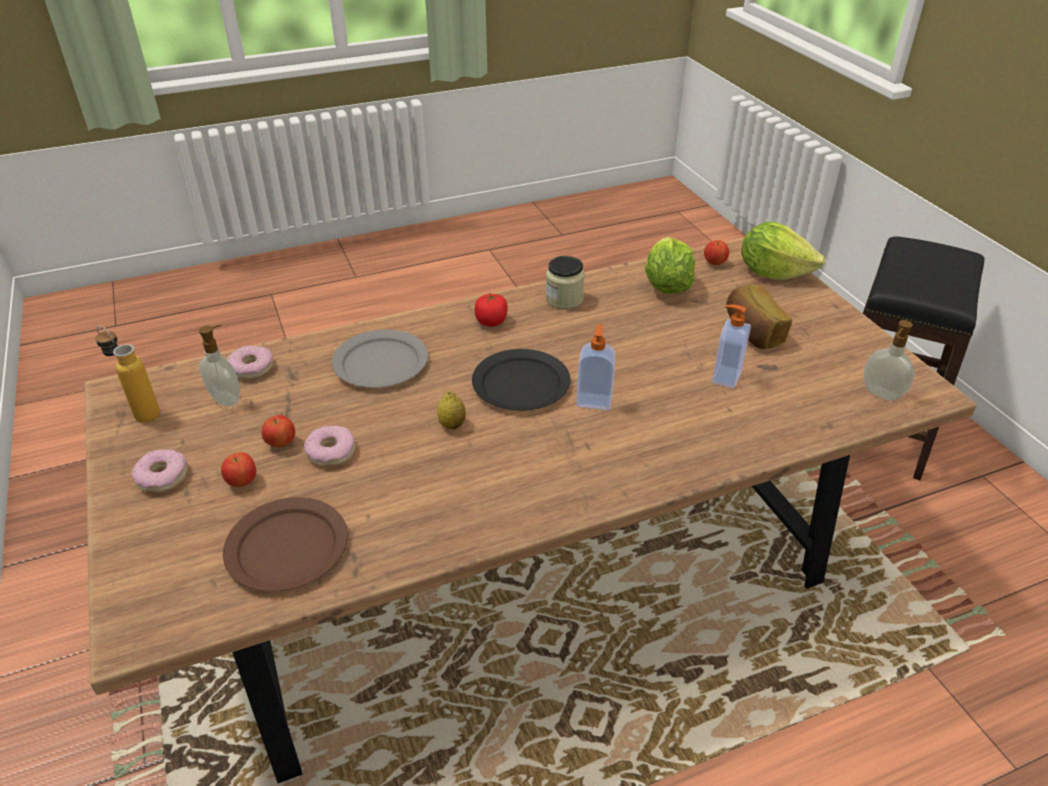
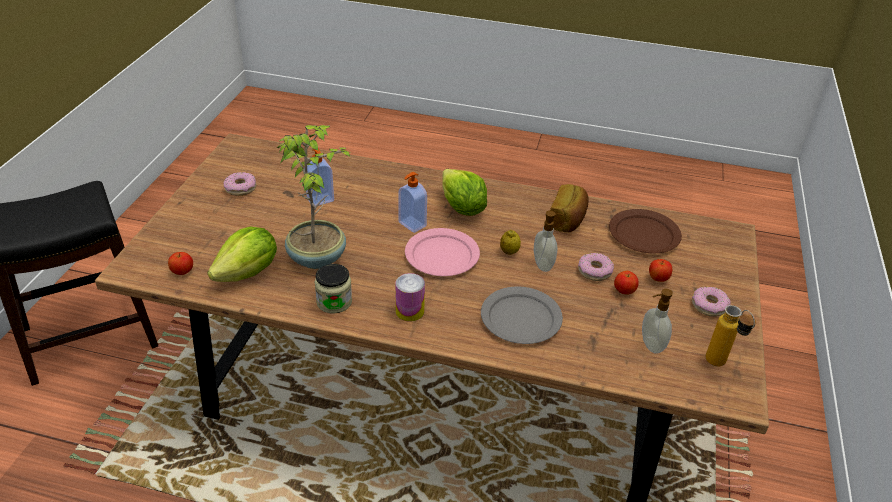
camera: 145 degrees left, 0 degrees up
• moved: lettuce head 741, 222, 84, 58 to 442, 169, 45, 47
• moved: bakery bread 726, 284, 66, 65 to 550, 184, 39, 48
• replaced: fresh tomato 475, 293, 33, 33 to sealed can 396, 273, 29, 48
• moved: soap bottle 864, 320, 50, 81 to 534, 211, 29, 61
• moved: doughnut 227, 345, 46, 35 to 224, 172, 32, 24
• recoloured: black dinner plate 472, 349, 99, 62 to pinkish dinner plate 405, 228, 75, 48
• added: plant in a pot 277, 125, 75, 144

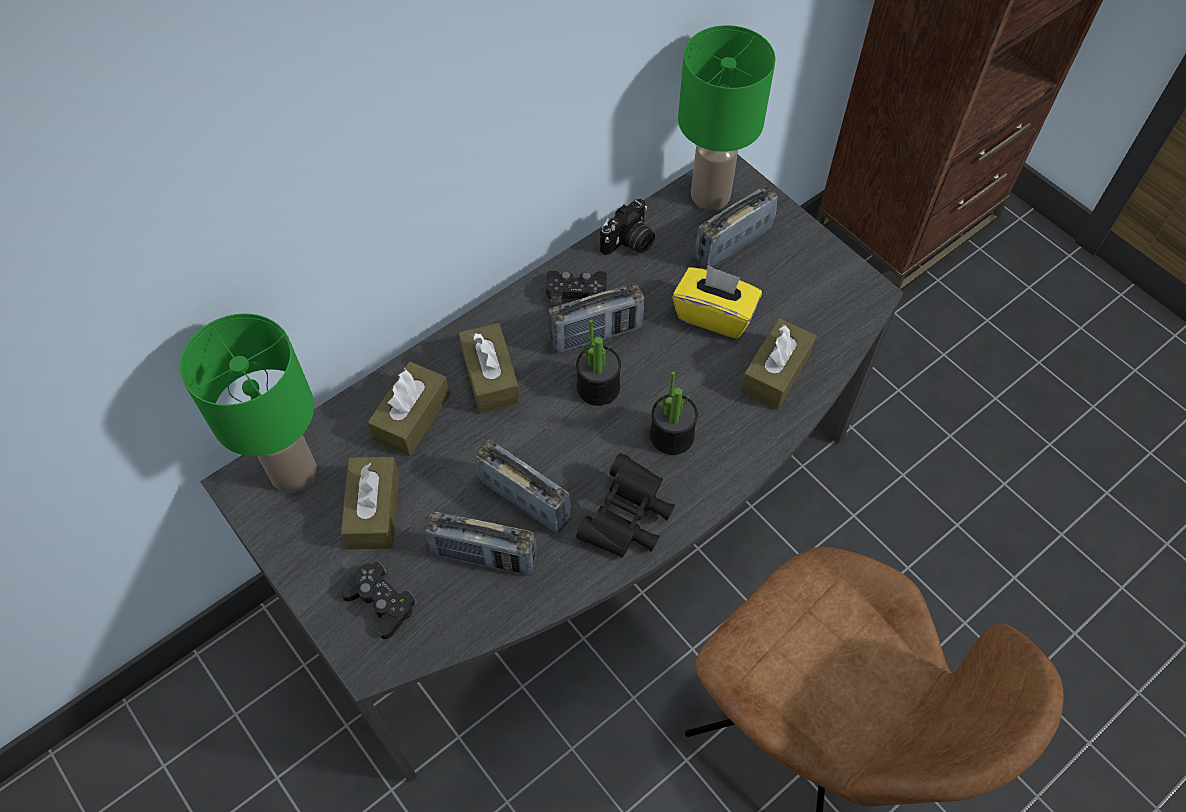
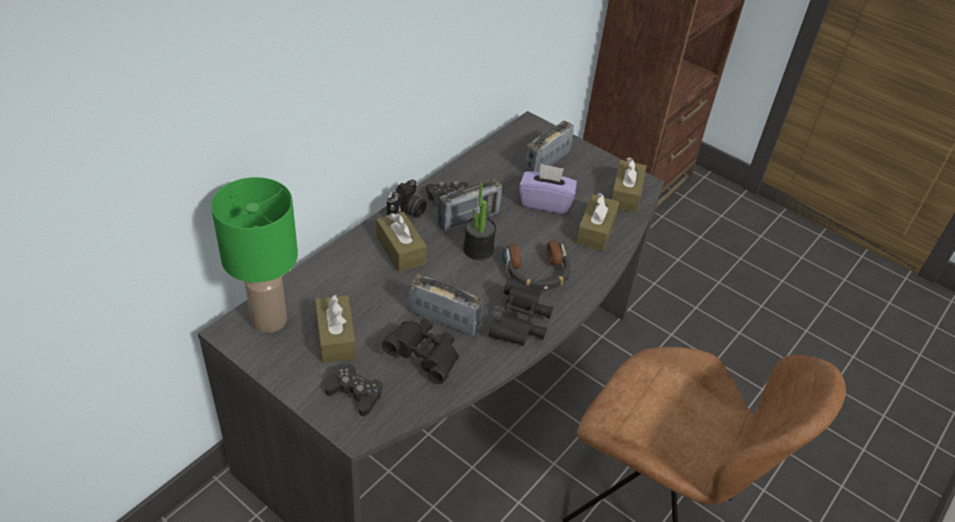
camera: 15 degrees left, 15 degrees down
• removed: green-coloured tabletop lamp 678, 25, 97, 185
• moved: photo camera 600, 199, 55, 56 to 387, 180, 40, 37
• recoloured: yellowish tissue holder 672, 265, 90, 74 to purple-coloured tissue holder 519, 163, 58, 51
• moved: brown tissue holder 368, 362, 82, 94 to 611, 157, 36, 56
• replaced: plant in a pot 650, 371, 48, 84 to headset 502, 240, 69, 50
• replaced: radio set 425, 512, 112, 64 to black binoculars 382, 319, 77, 65

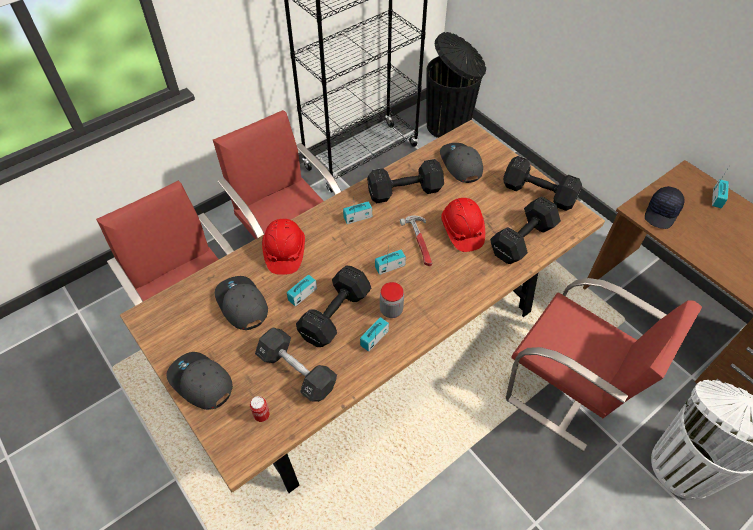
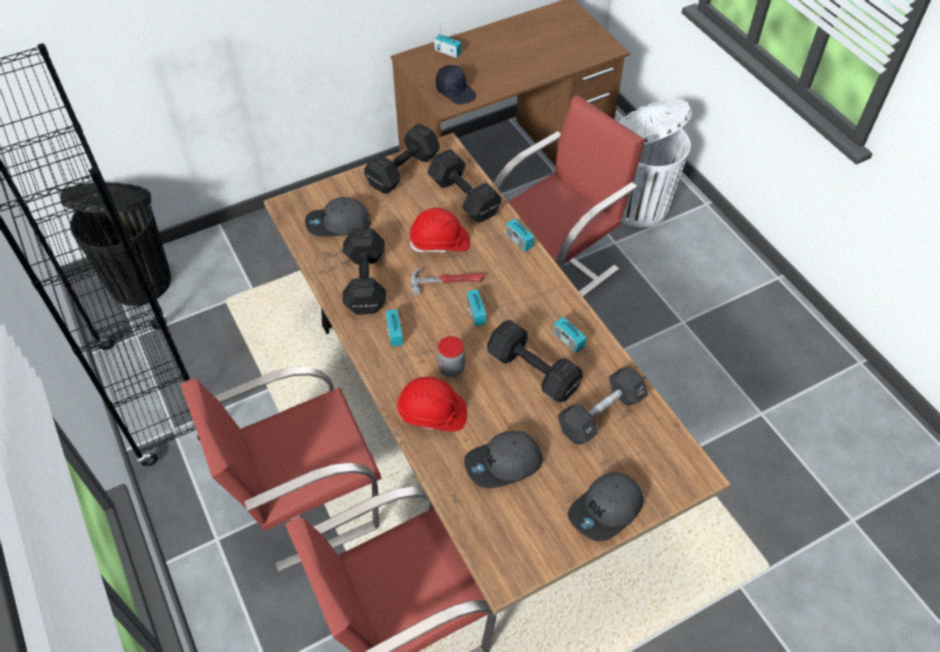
camera: 80 degrees left, 0 degrees up
• moved: radio set 287, 275, 30, 31 to 506, 209, 28, 43
• moved: storage jar 380, 282, 24, 36 to 437, 336, 28, 41
• removed: sealed can 250, 396, 20, 26

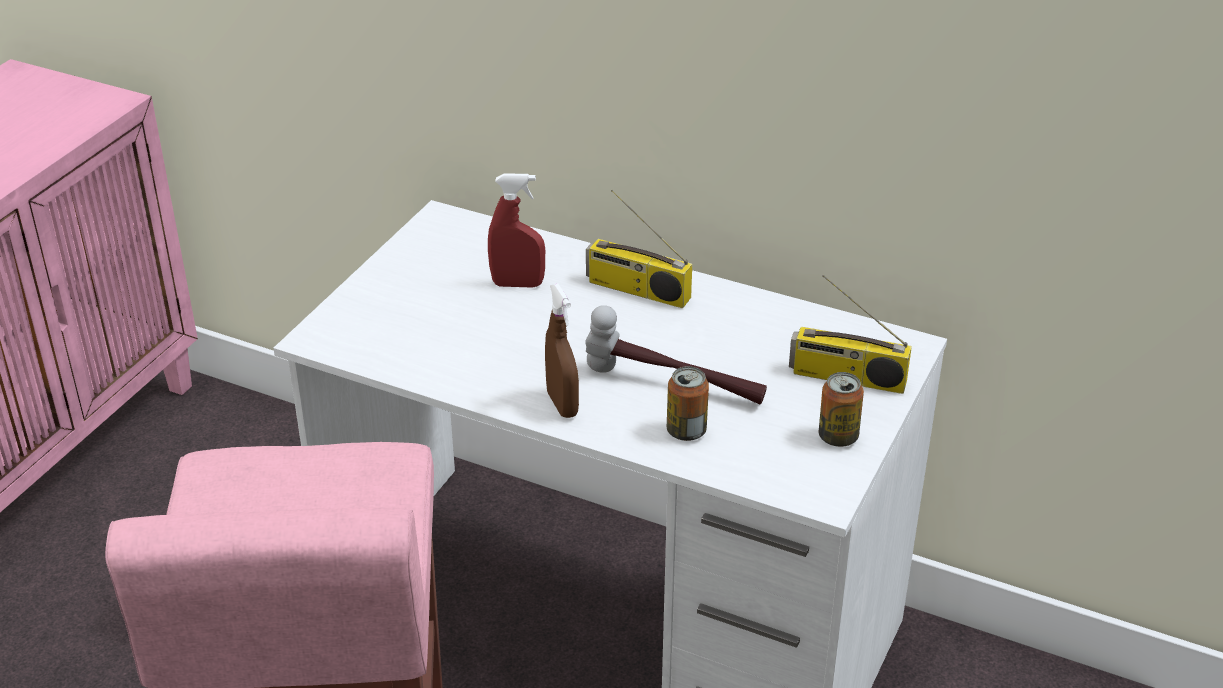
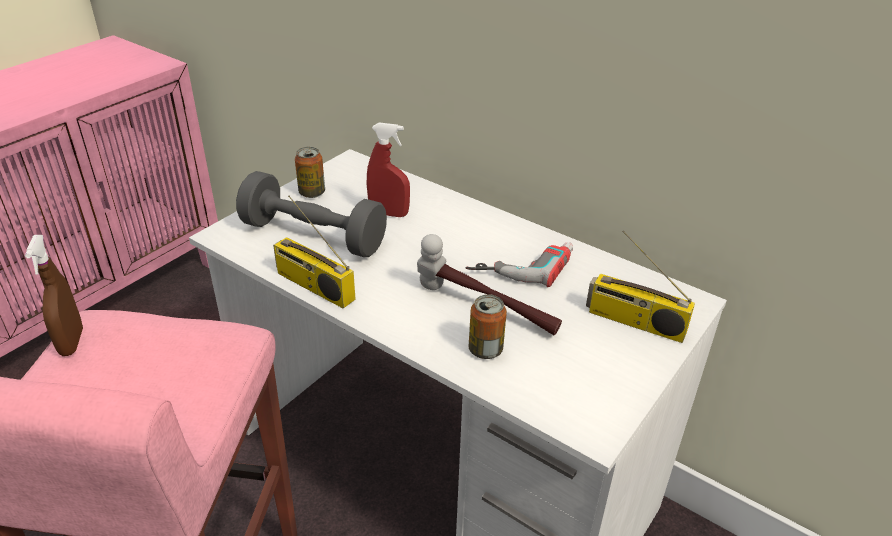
camera: 10 degrees right, 0 degrees up
• moved: radio set 586, 190, 106, 118 to 273, 195, 83, 114
• moved: brown sprayer 545, 284, 34, 134 to 25, 235, 58, 121
• moved: sealed can 819, 372, 45, 75 to 295, 147, 30, 51
• added: grey free weight 236, 171, 151, 86
• added: electric drill 466, 242, 107, 45

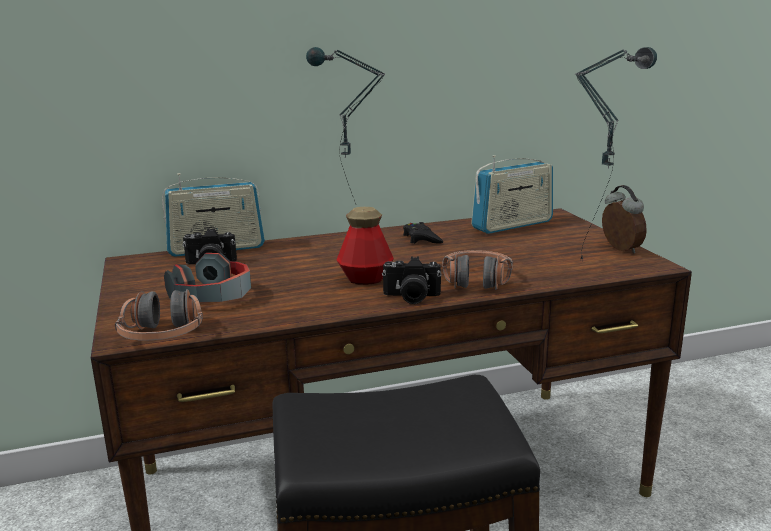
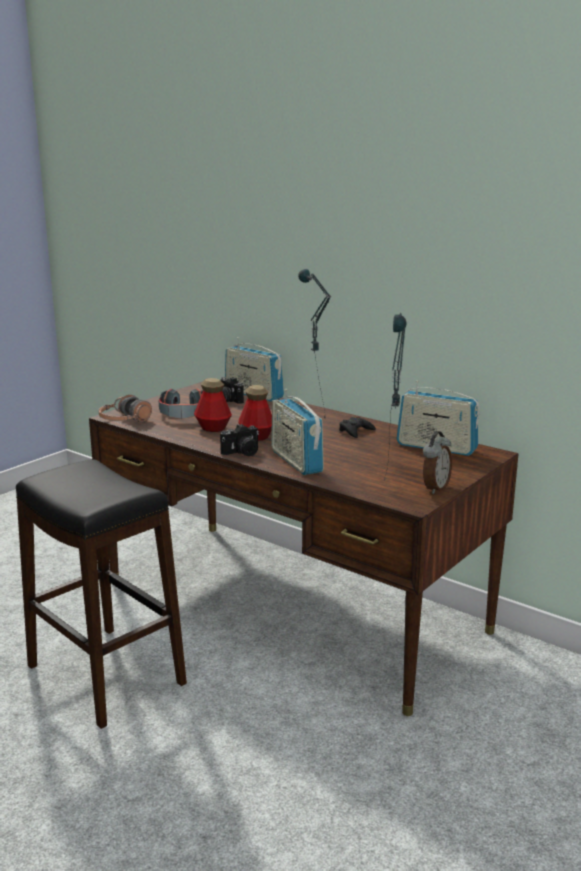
camera: 55 degrees right, 0 degrees up
• replaced: headset 442, 250, 71, 40 to radio set 271, 389, 53, 86
• turned: photo camera 382, 256, 59, 48 = 220, 424, 39, 32 90 degrees counterclockwise
• added: beverage bottle 194, 378, 38, 54

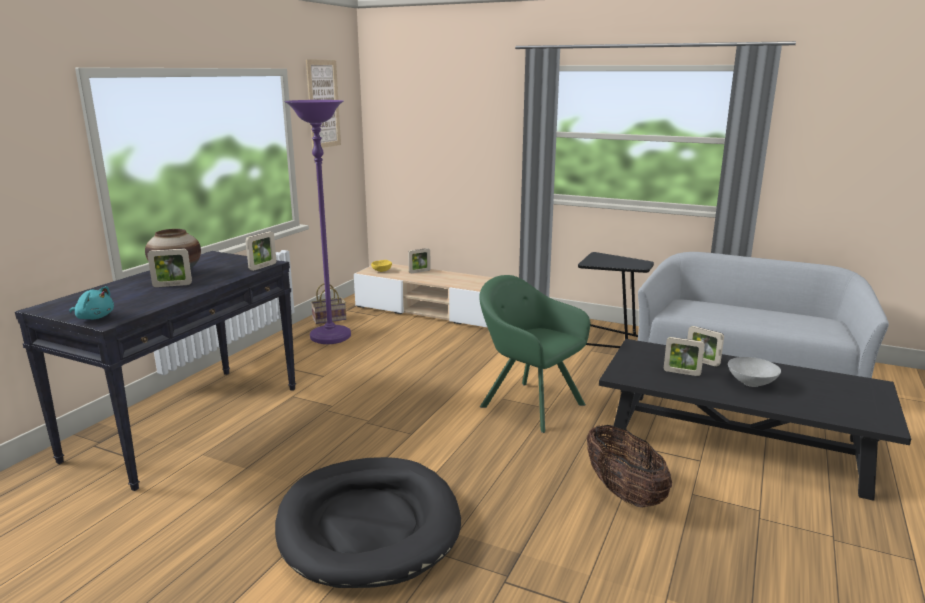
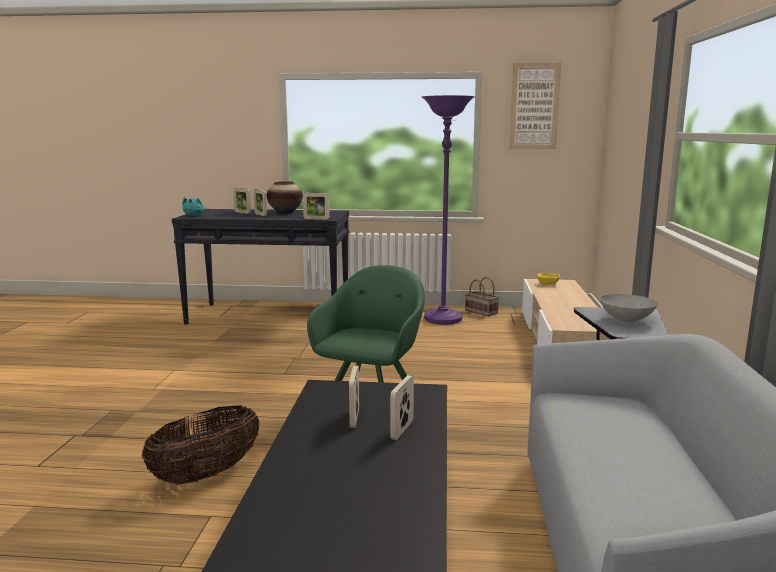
camera: 70 degrees right, 5 degrees down
• moved: standing frame 408, 248, 23, 25 to 233, 188, 18, 26
• moved: grey deep dish 728, 357, 53, 30 to 600, 294, 58, 29
• removed: black dog bed 275, 457, 186, 131

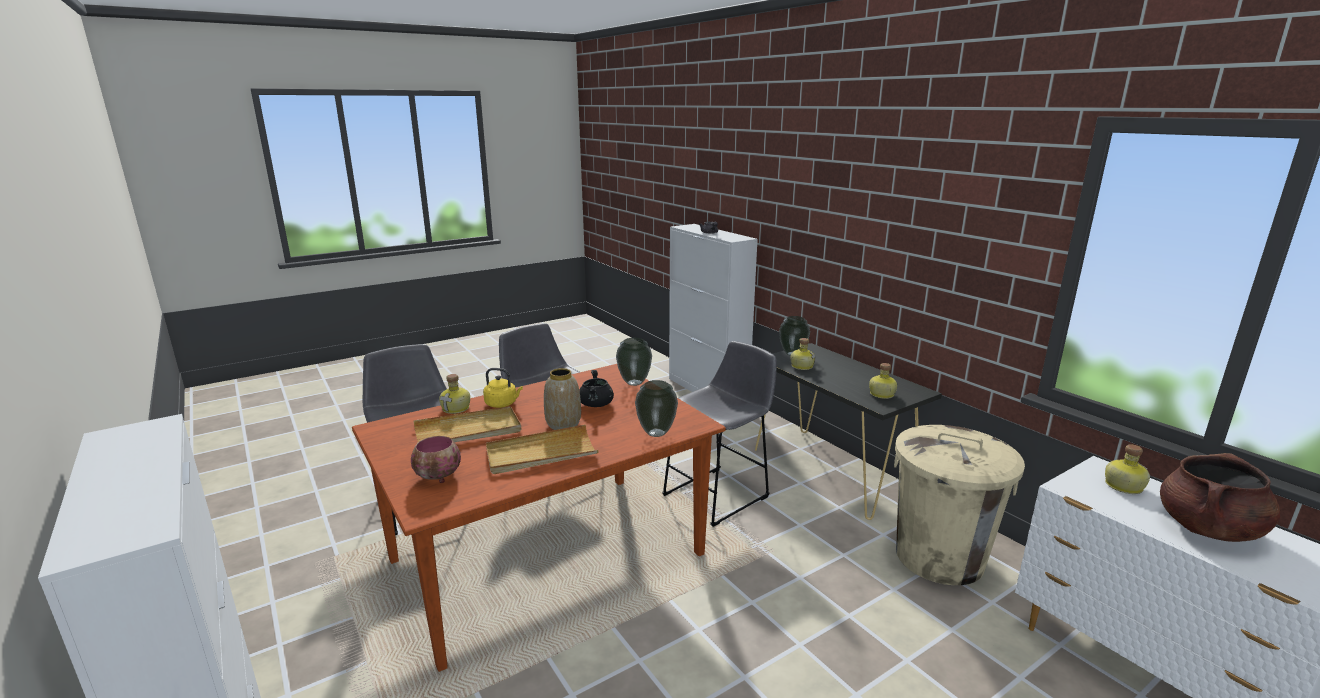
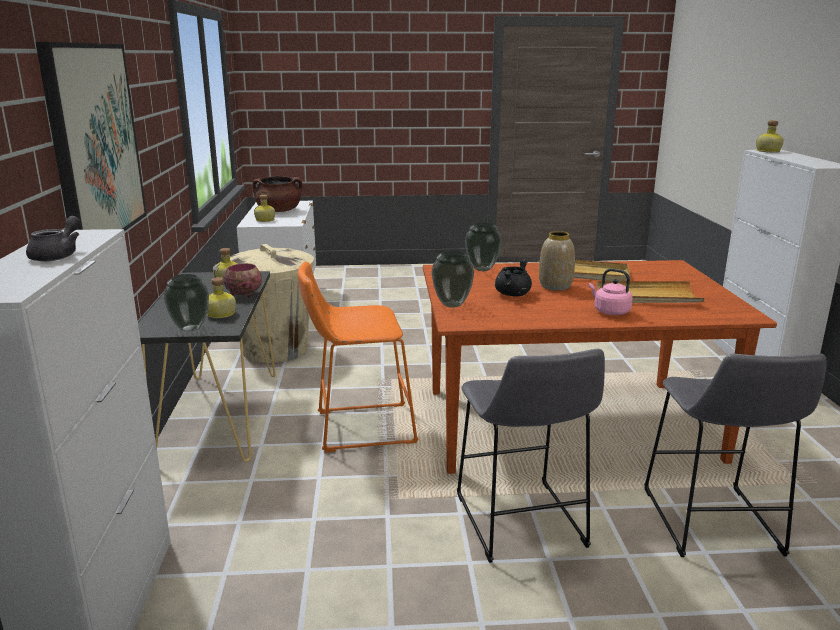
camera: 150 degrees left, 0 degrees up
• recoloured: grey stool seat 662, 341, 115, 186 to orange stool seat 297, 261, 122, 192
• recoloured: yellowish kettle 483, 368, 40, 40 to pinkish kettle 589, 269, 44, 46
• moved: beverage bottle 439, 374, 31, 40 to 756, 120, 28, 32
• moved: deep dish 411, 436, 50, 47 to 223, 263, 39, 34
• added: wall art 36, 42, 111, 190

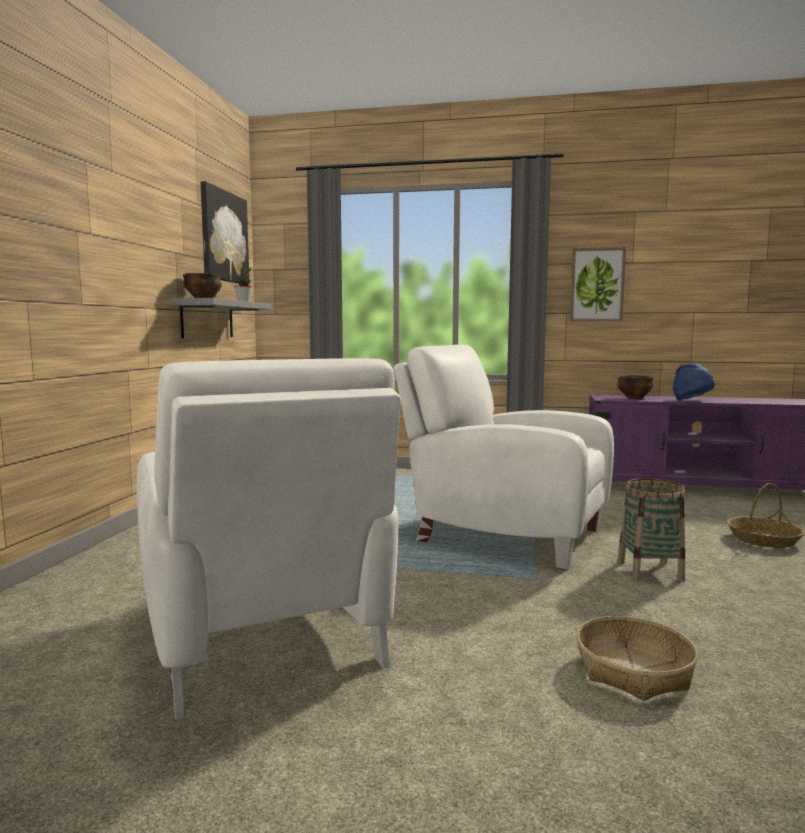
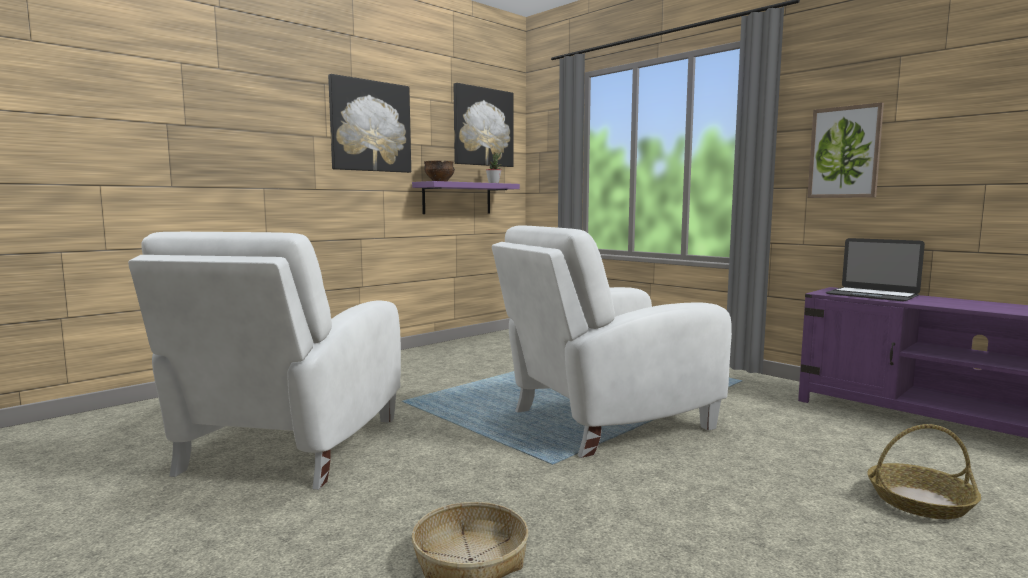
camera: 35 degrees right, 0 degrees up
• recoloured: grey bracket shelf 171, 298, 100, 40 to purple-coloured bracket shelf 412, 181, 108, 33
• turned: white-coloured lounge chair 394, 345, 220, 224 = 492, 225, 240, 233 90 degrees counterclockwise
• removed: bluish clothing hat 673, 363, 42, 37
• replaced: deep dish 617, 375, 36, 24 to portable computer 826, 238, 99, 63
• removed: basket 617, 478, 68, 103
• added: wall art 328, 74, 83, 99

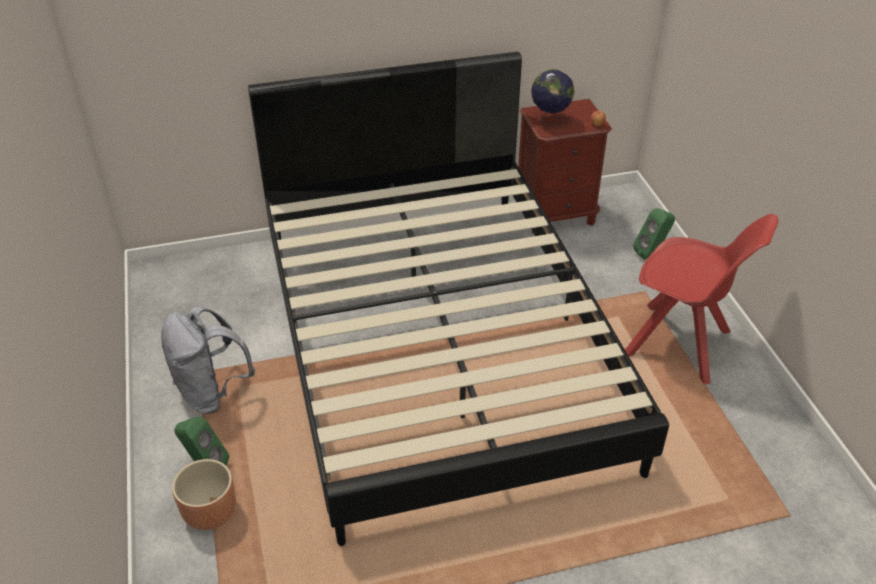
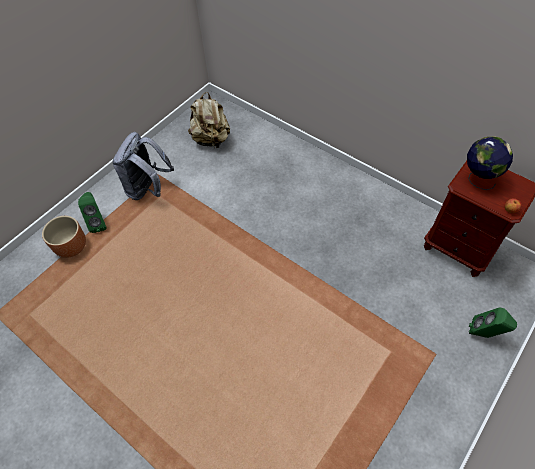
camera: 55 degrees right, 15 degrees up
• removed: black bed 248, 51, 421, 495
• removed: red-coloured plain chair 625, 214, 154, 170
• added: sand-coloured knapsack 188, 92, 42, 56

